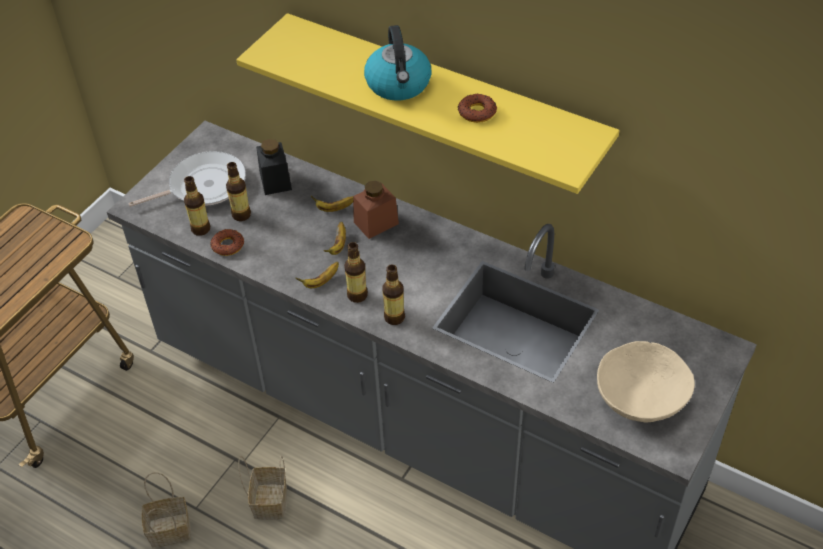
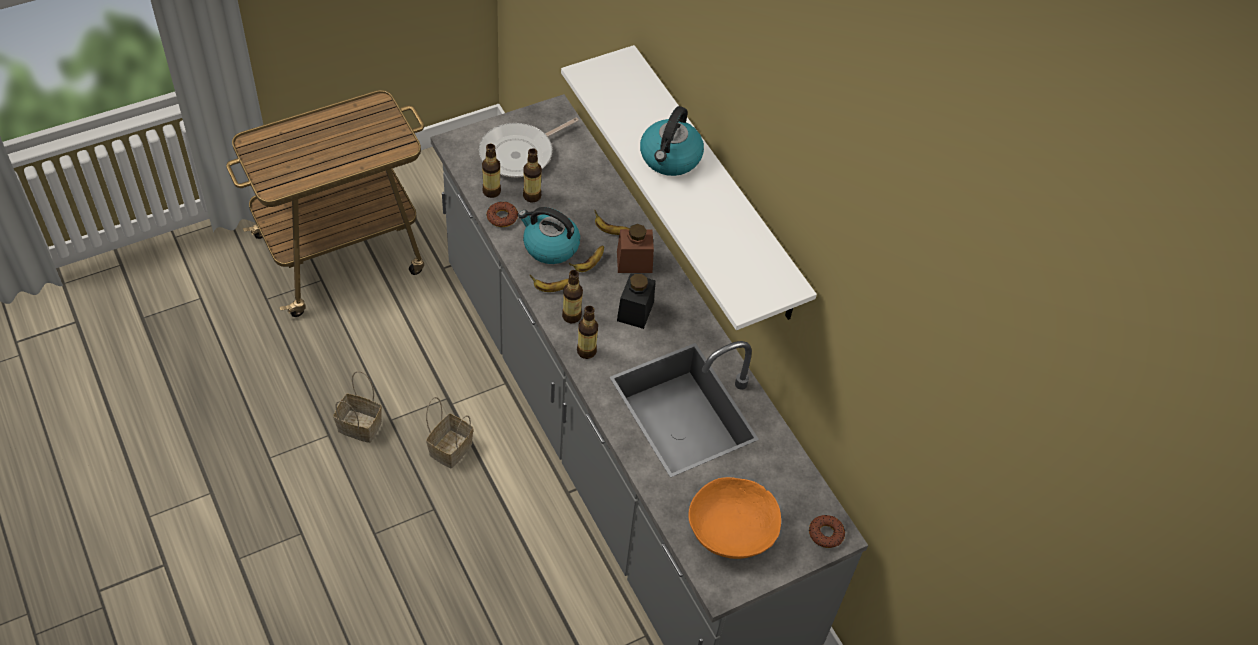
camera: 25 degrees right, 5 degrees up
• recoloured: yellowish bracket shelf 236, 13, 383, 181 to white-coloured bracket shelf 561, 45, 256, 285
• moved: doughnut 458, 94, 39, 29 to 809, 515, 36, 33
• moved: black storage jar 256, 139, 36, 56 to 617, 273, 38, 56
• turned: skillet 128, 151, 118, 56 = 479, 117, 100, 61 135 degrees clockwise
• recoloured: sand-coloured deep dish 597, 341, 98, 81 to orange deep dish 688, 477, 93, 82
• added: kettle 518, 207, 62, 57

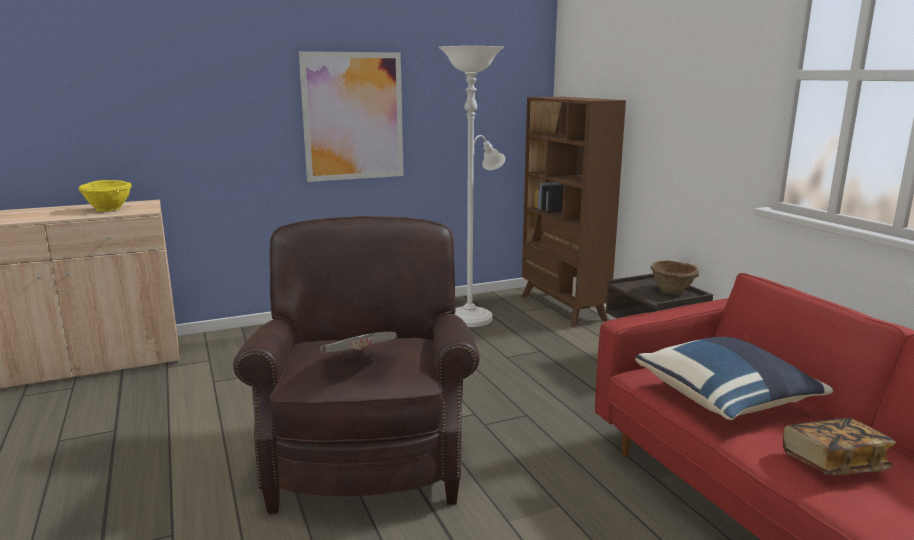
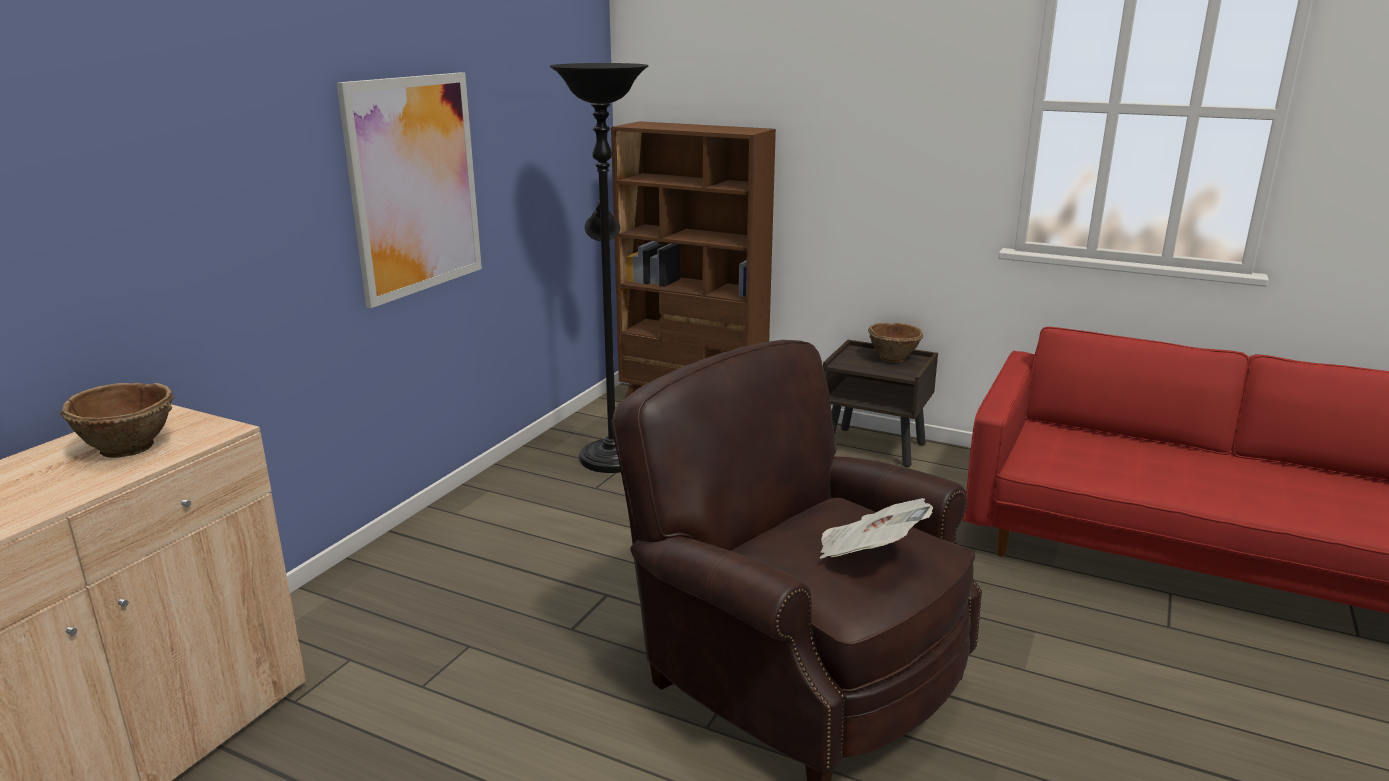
camera: 40 degrees left, 5 degrees up
• recoloured: white-coloured floor lamp 438, 46, 68, 281 to black floor lamp 550, 63, 99, 410
• recoloured: yellowish deep dish 79, 180, 53, 32 to brown deep dish 60, 383, 114, 75
• removed: bluish pillow 635, 337, 198, 83
• removed: book 783, 418, 113, 57

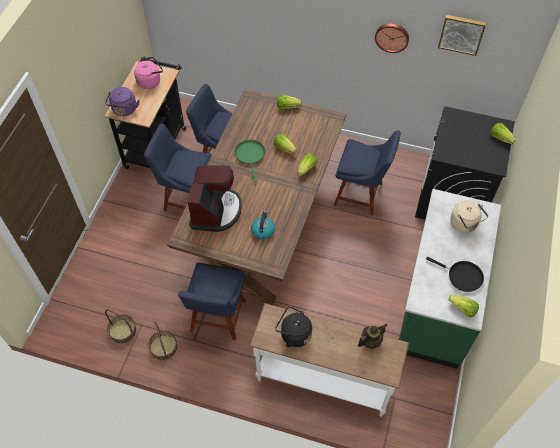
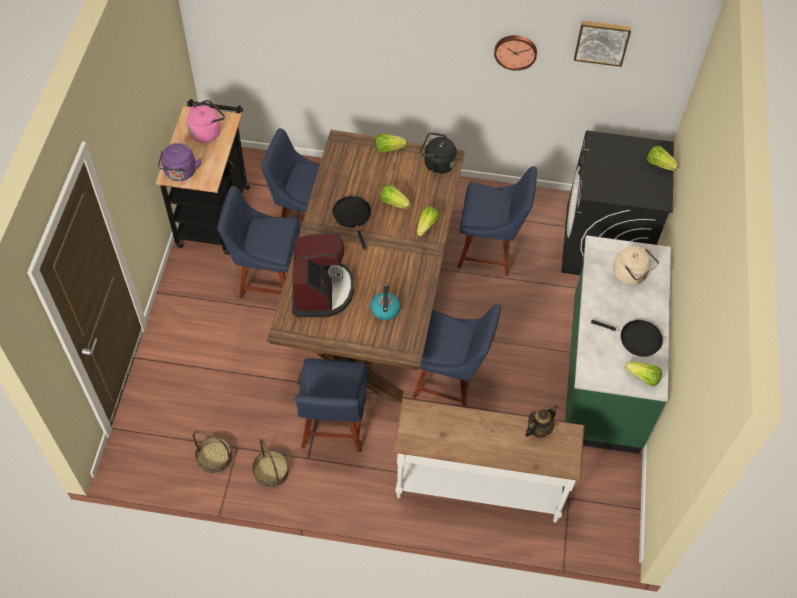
camera: 10 degrees left, 0 degrees up
• recoloured: green-coloured skillet 235, 140, 30, 42 to black skillet 332, 196, 39, 54
• moved: black kettle 275, 306, 37, 41 to 420, 132, 37, 42
• added: bluish plain chair 412, 304, 89, 104

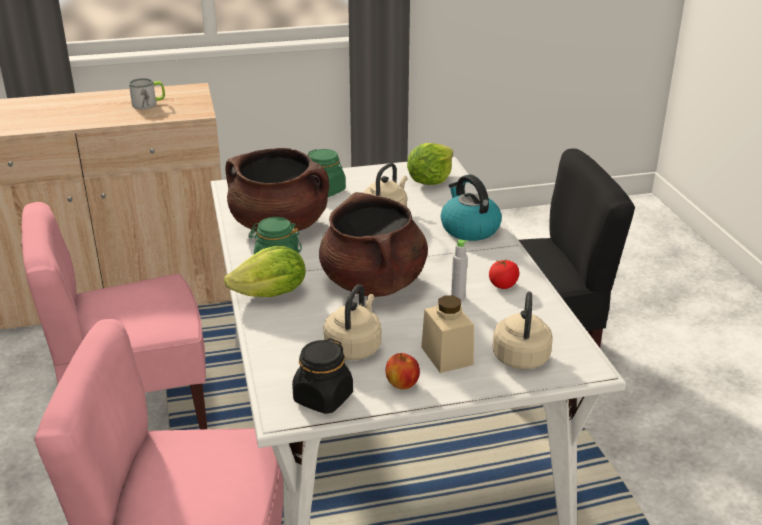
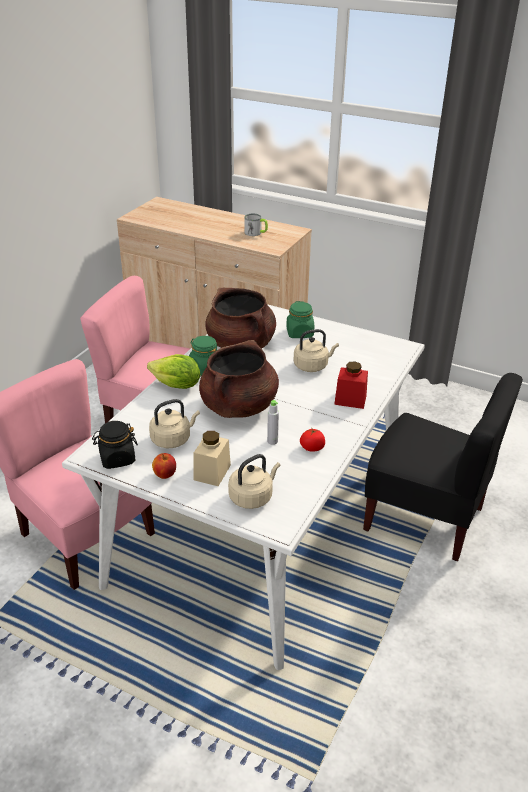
camera: 40 degrees right, 5 degrees up
• removed: lettuce head 407, 143, 46, 42
• replaced: kettle 441, 175, 61, 66 to red-coloured storage jar 334, 361, 34, 48

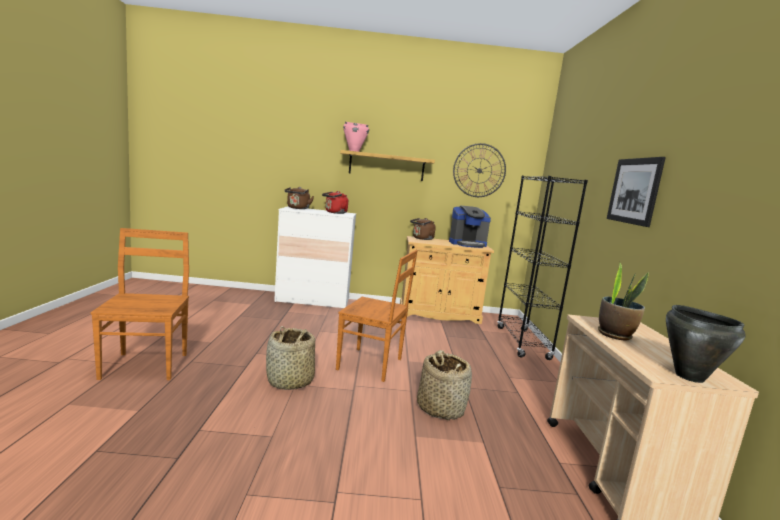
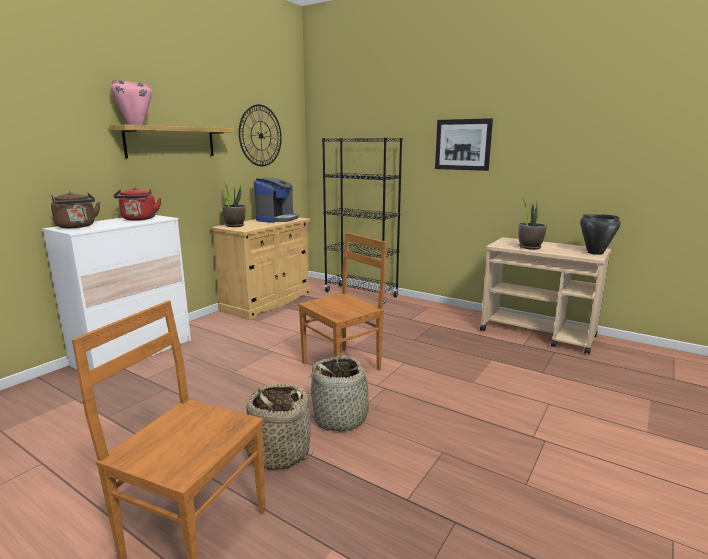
camera: 55 degrees left, 5 degrees up
• replaced: brown kettle 410, 218, 26, 22 to plant in a pot 223, 184, 23, 43
• moved: basket 417, 350, 55, 70 to 242, 384, 71, 87

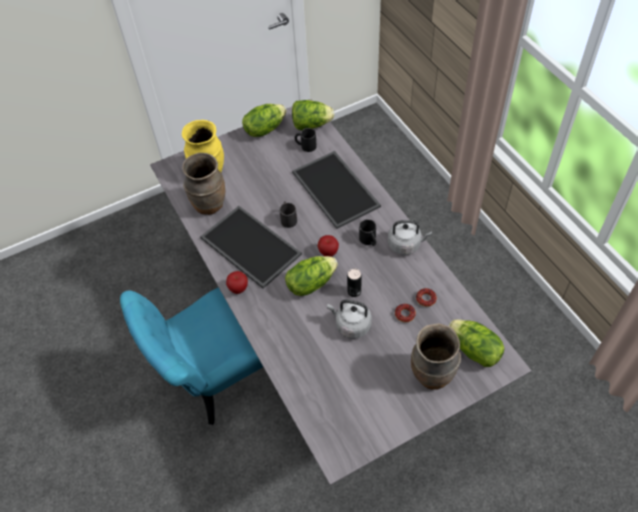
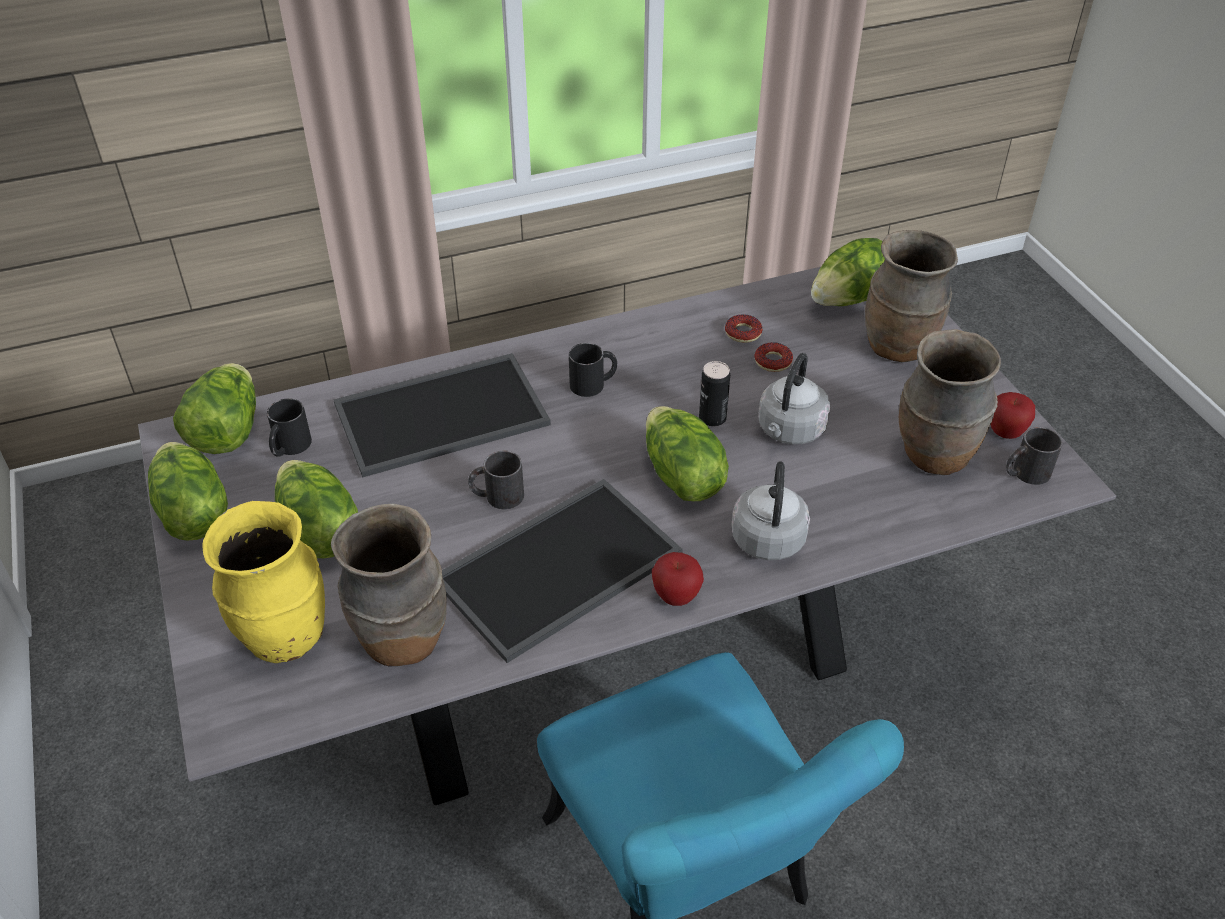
camera: 85 degrees left, 10 degrees down
• moved: grey kettle 388, 220, 44, 35 to 731, 461, 79, 99
• moved: apple fruit 318, 235, 21, 22 to 990, 392, 45, 47
• added: brown vase 899, 329, 102, 146
• added: black mug 1006, 427, 57, 58
• added: lettuce head 275, 460, 83, 98

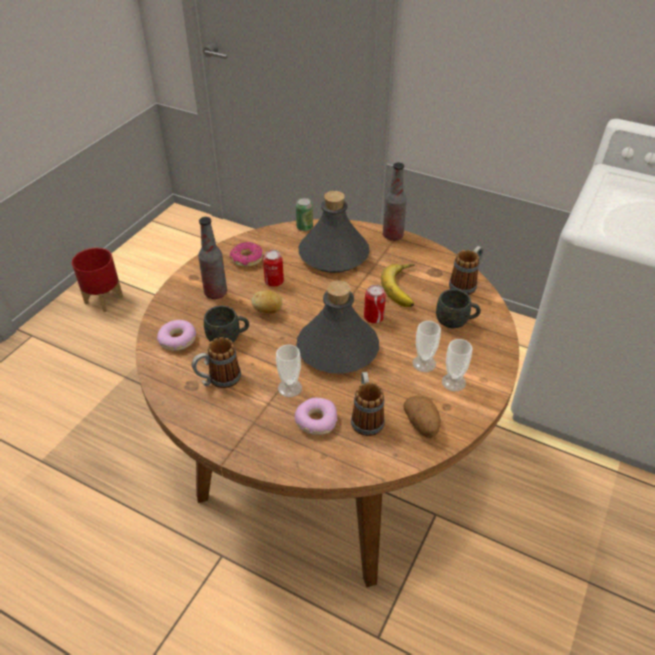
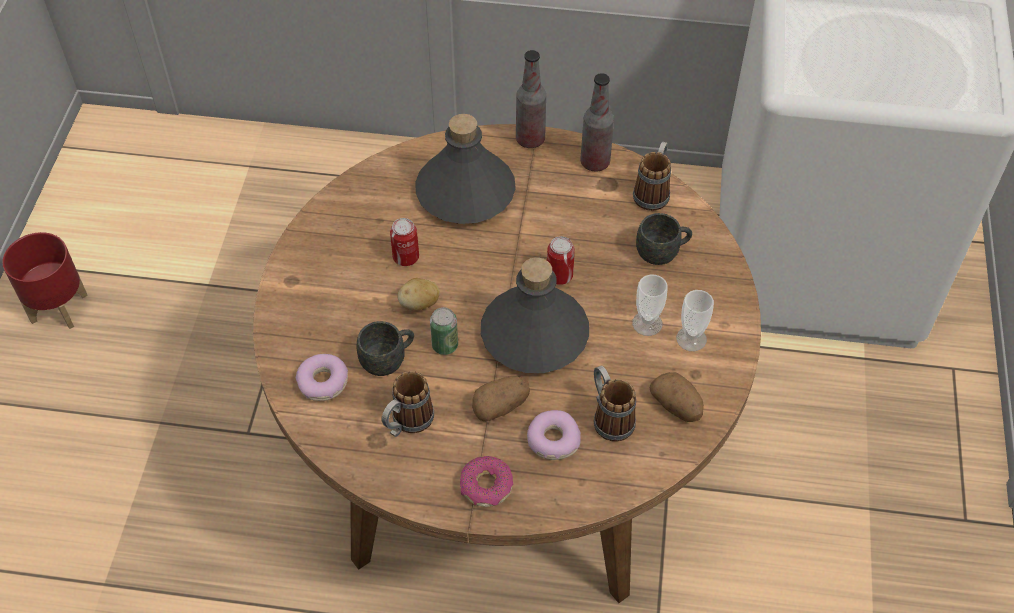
camera: 20 degrees left, 10 degrees up
• moved: sealed can 296, 198, 17, 33 to 430, 307, 28, 48
• moved: beverage bottle 198, 217, 29, 82 to 580, 73, 34, 98
• moved: doughnut 230, 242, 33, 25 to 460, 456, 53, 51
• removed: whole banana 381, 264, 34, 43
• replaced: cup 276, 344, 26, 53 to whole potato 472, 376, 58, 45

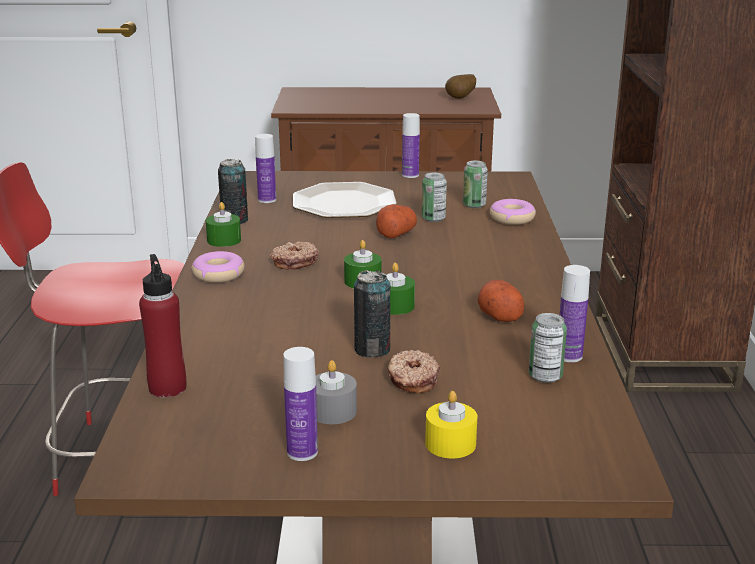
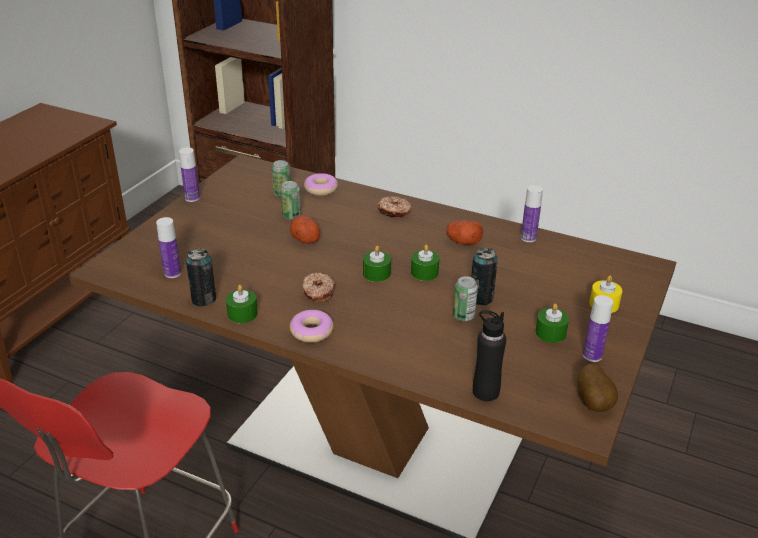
camera: 65 degrees left, 10 degrees up
• moved: whole potato 445, 74, 31, 25 to 577, 364, 41, 48
• removed: dinner plate 293, 182, 104, 36
• recoloured: red-coloured beverage bottle 139, 254, 47, 143 to black beverage bottle 473, 310, 33, 91
• moved: sealed can 529, 313, 38, 70 to 453, 276, 25, 45
• moved: doughnut 388, 350, 52, 43 to 377, 196, 35, 21
• recoloured: grey wax candle 316, 360, 41, 64 to green-coloured wax candle 535, 303, 34, 40

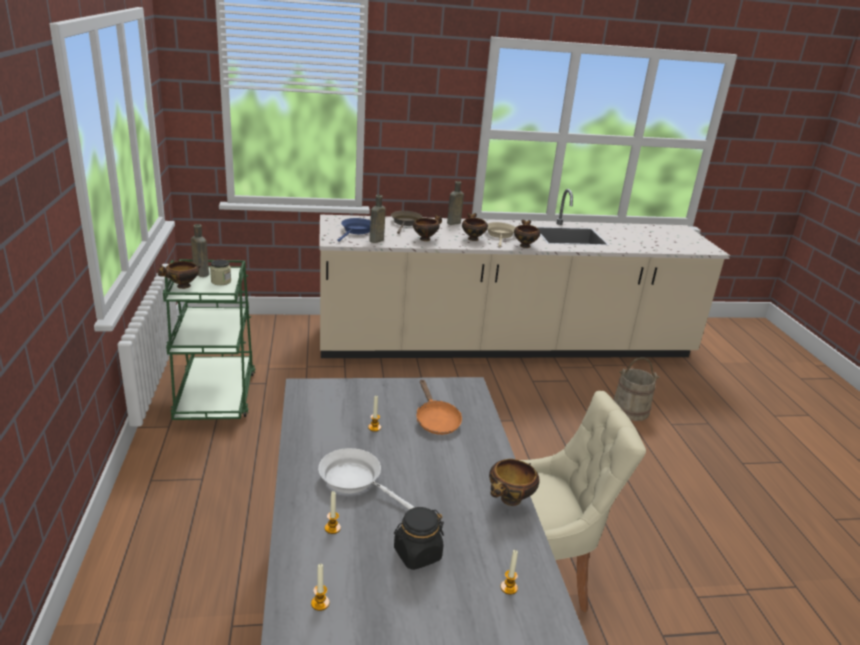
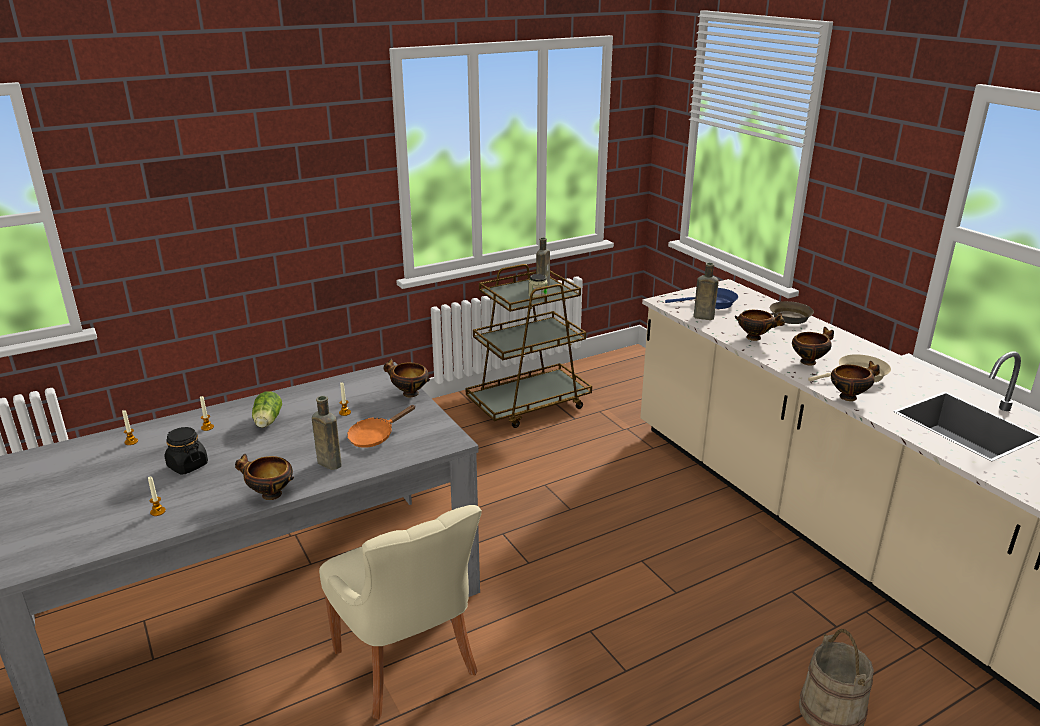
camera: 70 degrees right, 0 degrees up
• moved: brown beverage bottle 447, 181, 17, 44 to 312, 396, 30, 74
• recoloured: green-coloured trolley 163, 259, 92, 161 to brown trolley 465, 264, 127, 164
• moved: deep dish 157, 261, 43, 28 to 383, 359, 47, 38
• replaced: white-coloured skillet 318, 448, 97, 62 to lettuce head 252, 391, 30, 37

